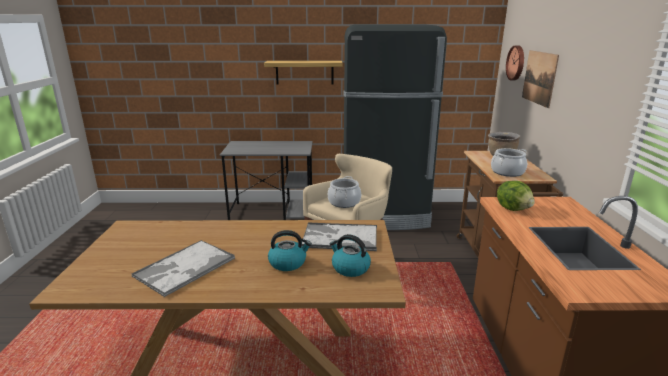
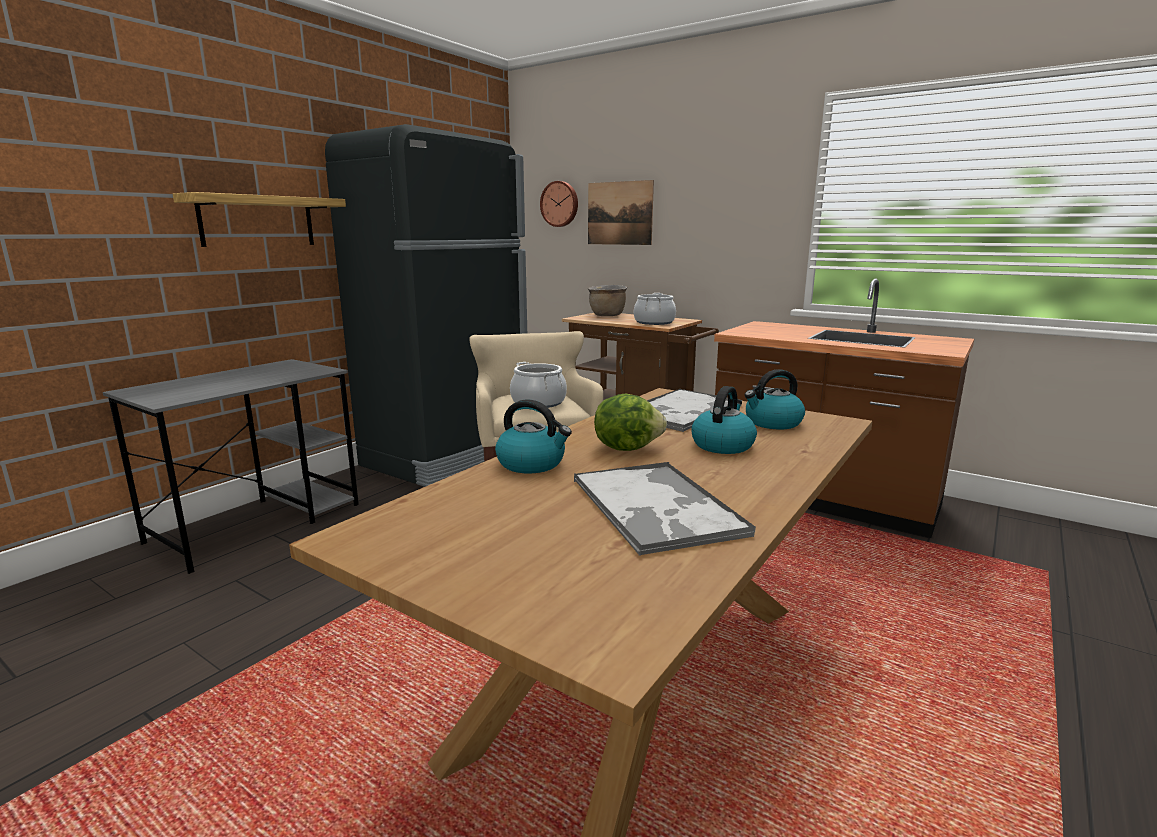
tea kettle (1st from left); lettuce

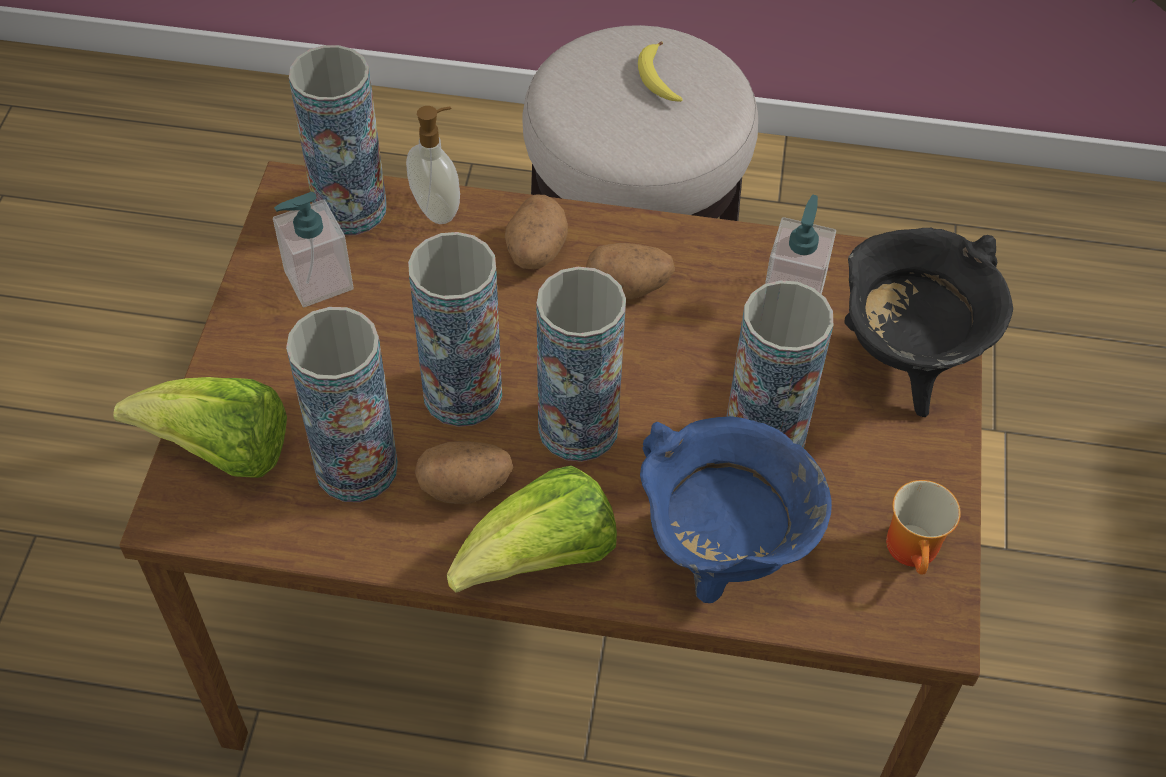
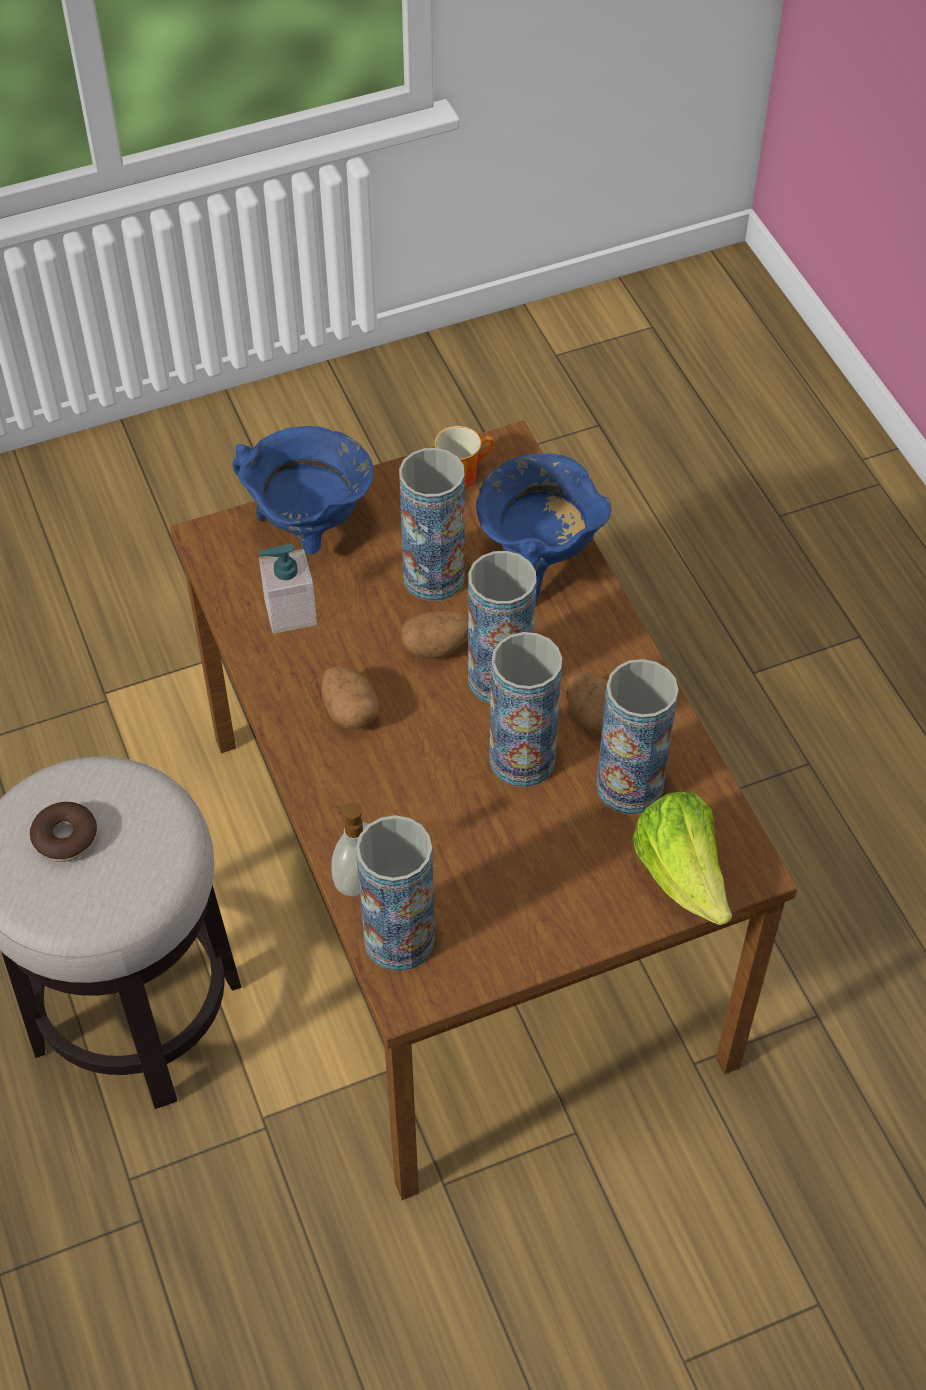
donut; bluish cooking pot (1st from left); potato (2nd from left); soap dispenser (1st from left in the first image); lettuce (2nd from left in the first image)

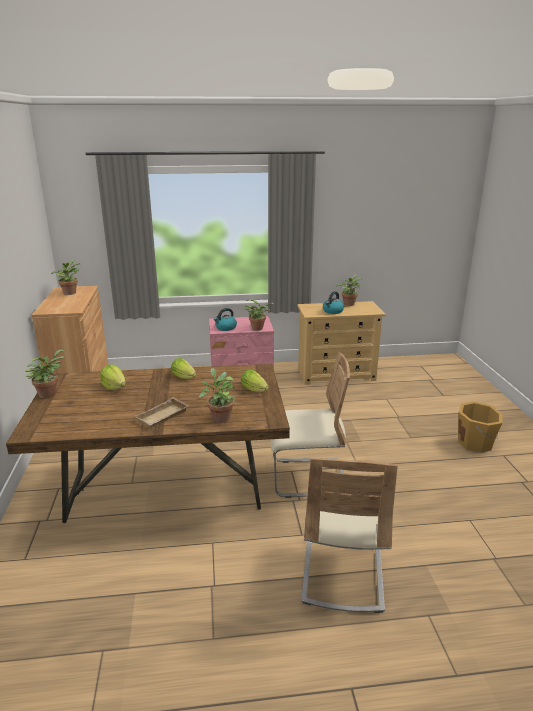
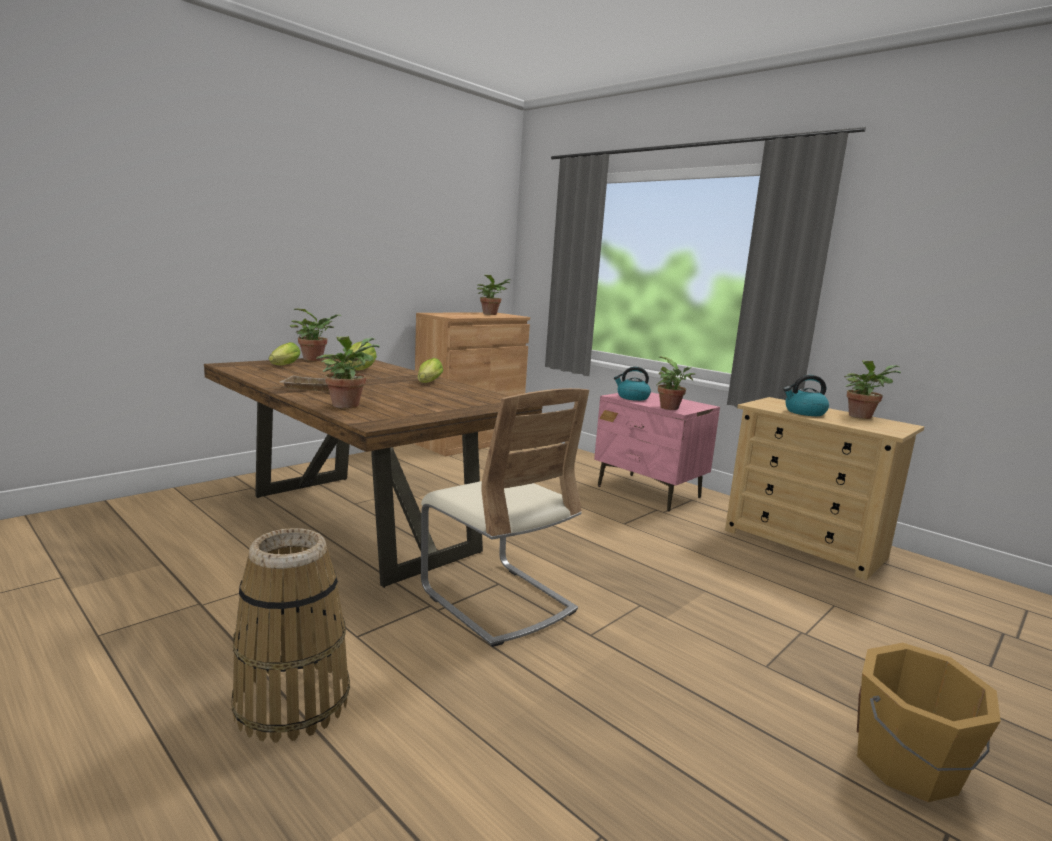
basket; lettuce (1st from left)

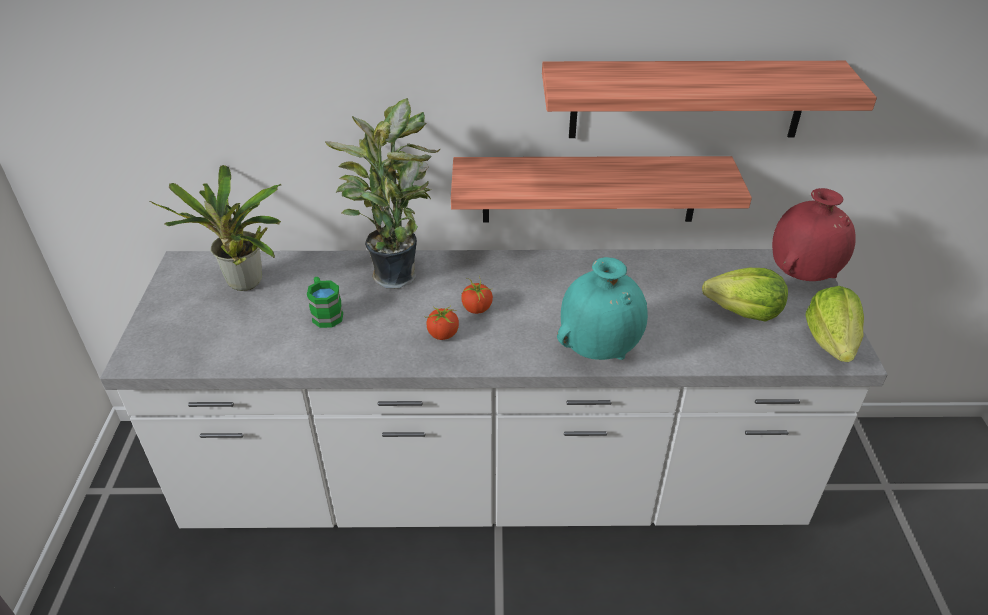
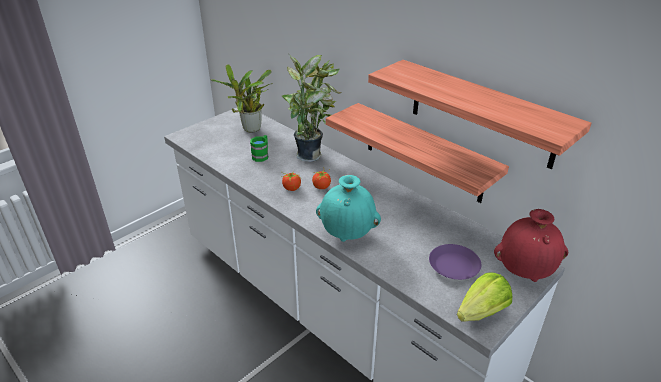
purple flat dish

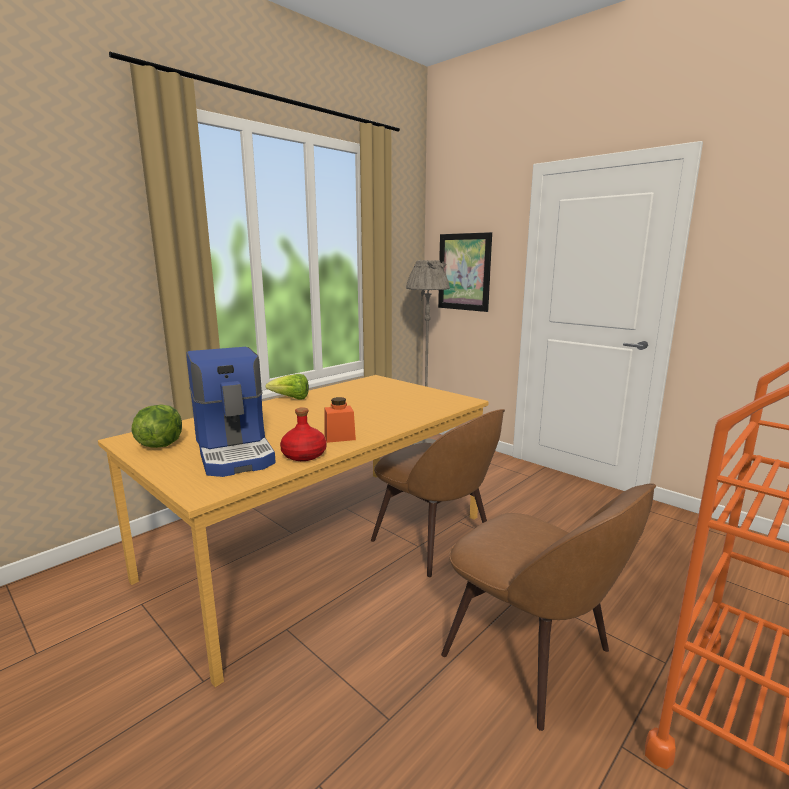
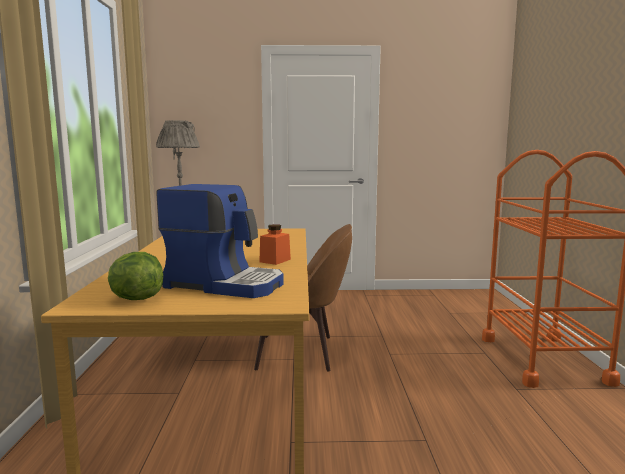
lettuce (2nd from left in the first image); reddish beverage bottle; picture; brownish upright chair (2nd from left in the first image)

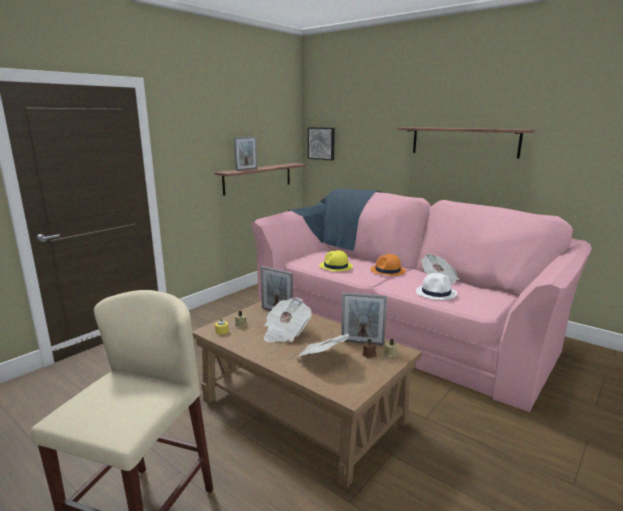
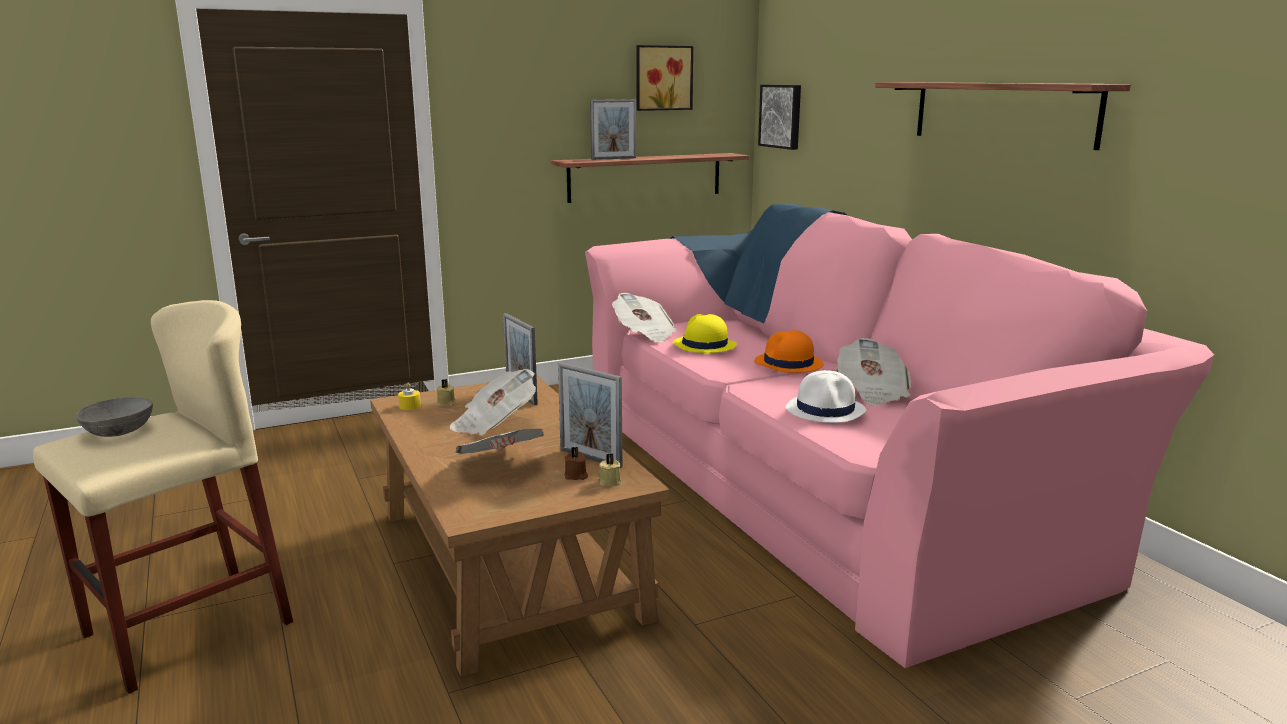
grey bowl; newspaper (3rd from left); picture (1st from left)

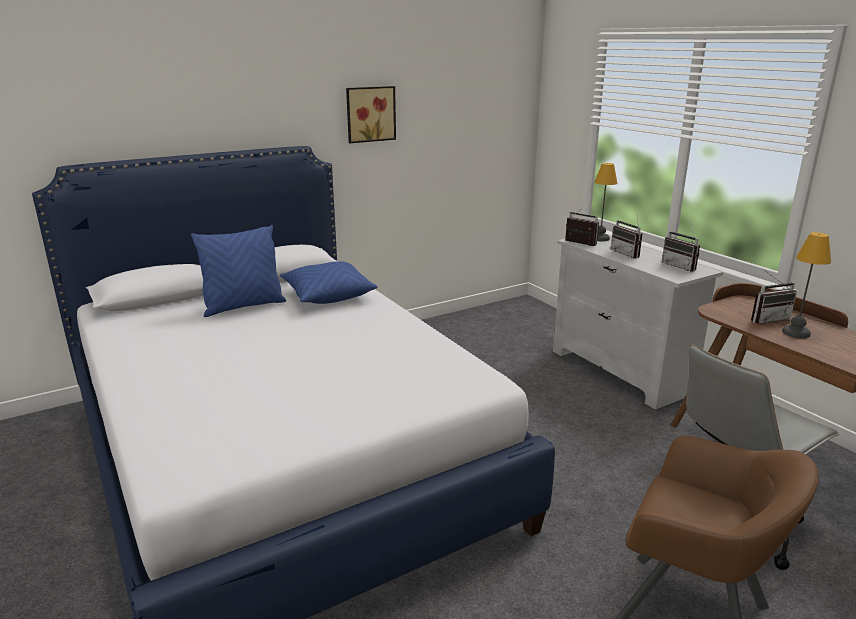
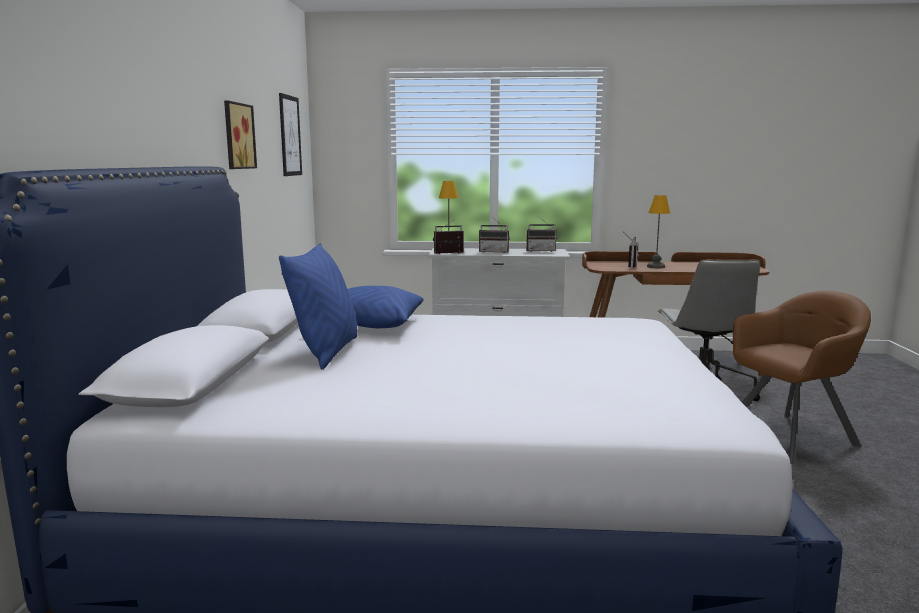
picture (2nd from left)

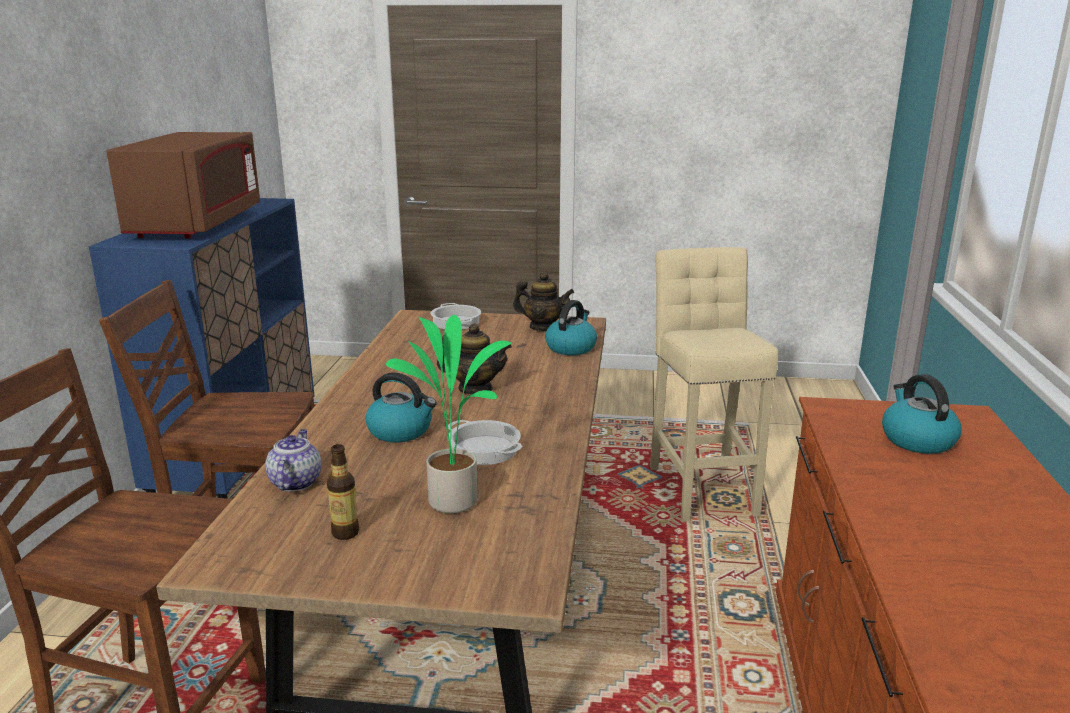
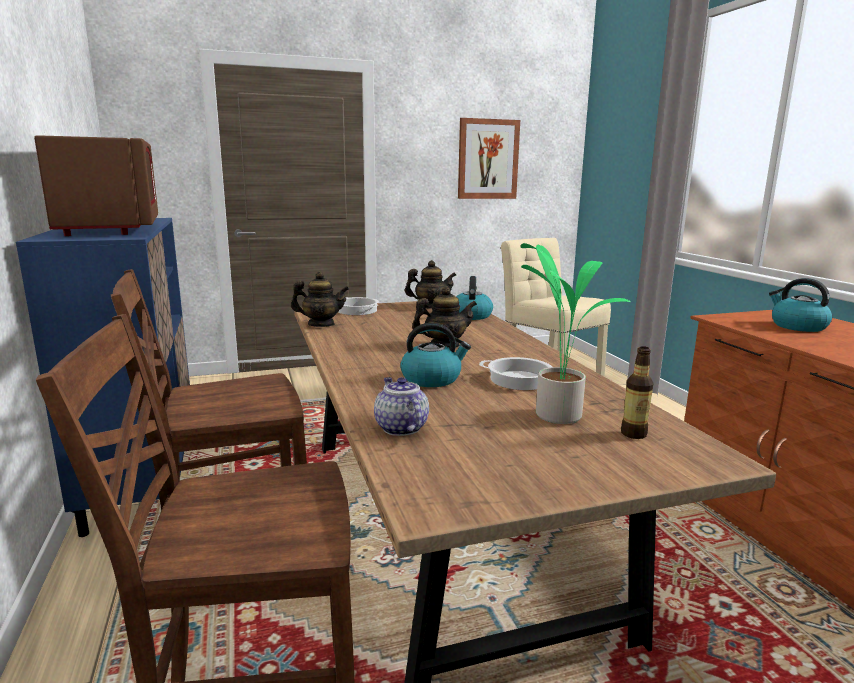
pot for tea (1st from left); picture; beverage bottle

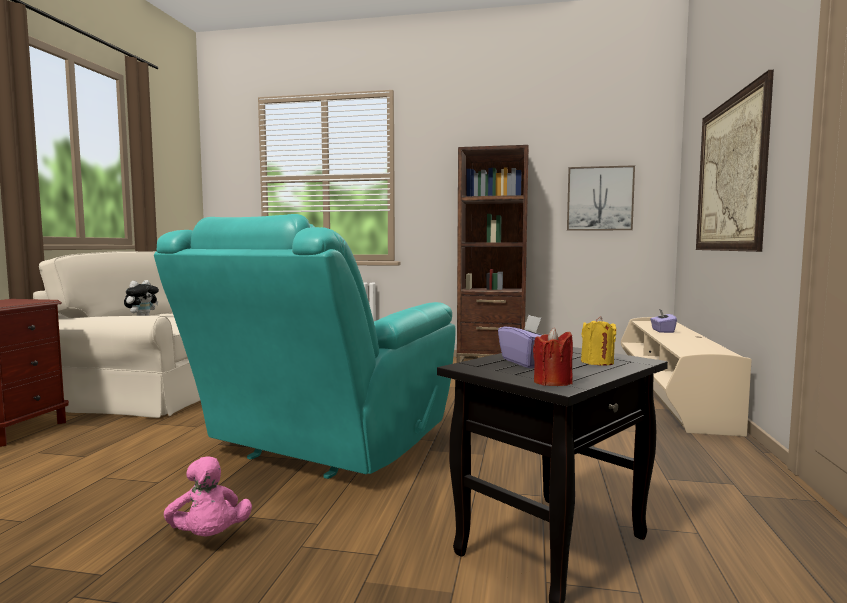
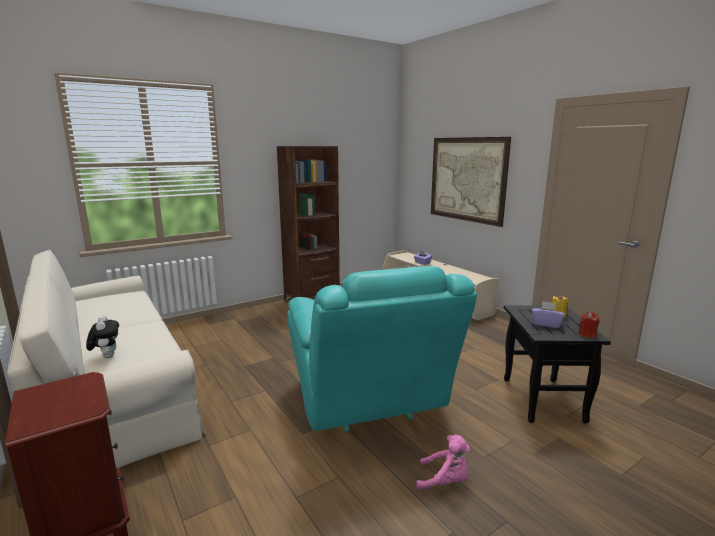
picture (1st from left in the first image)

